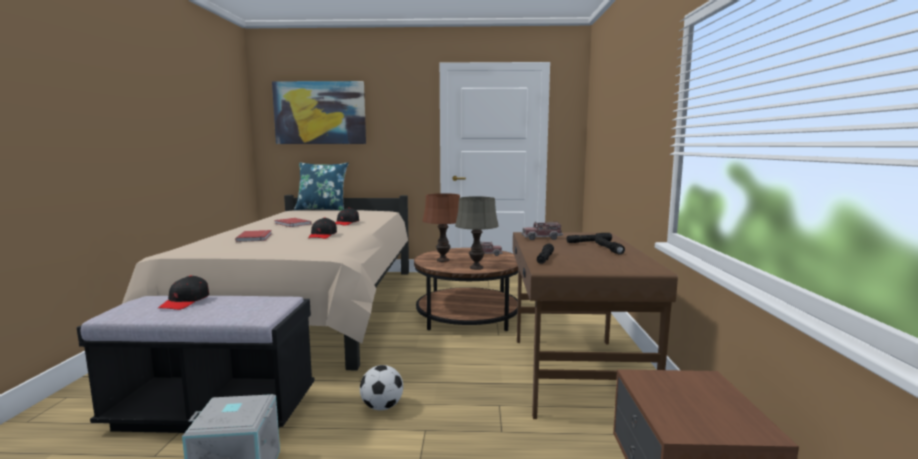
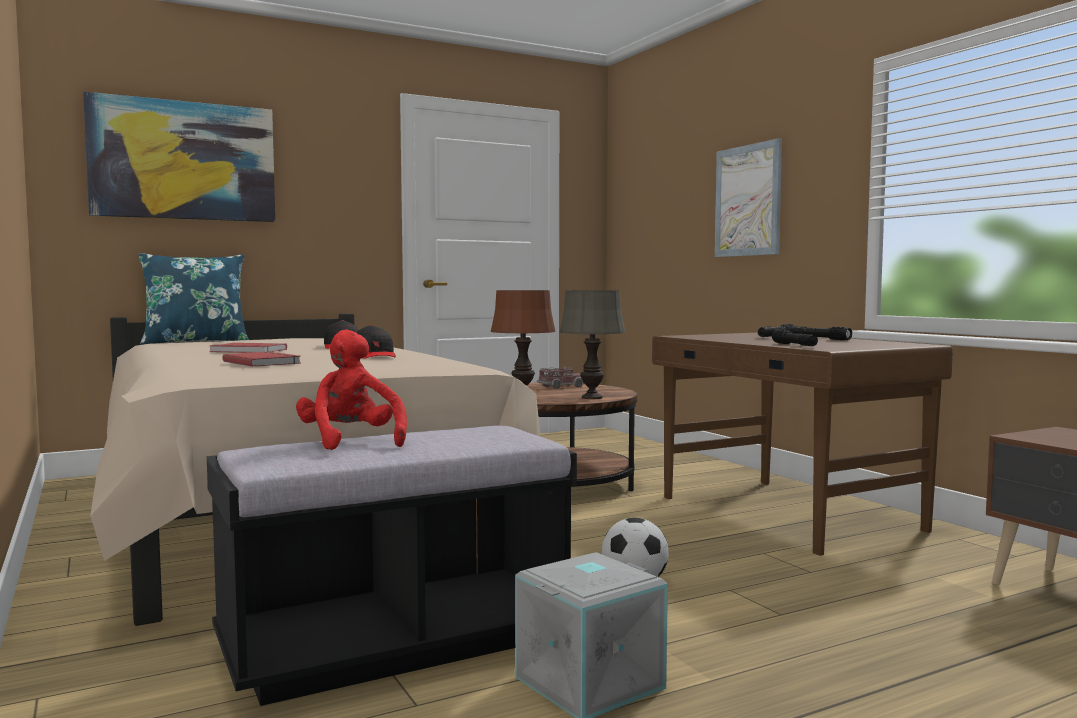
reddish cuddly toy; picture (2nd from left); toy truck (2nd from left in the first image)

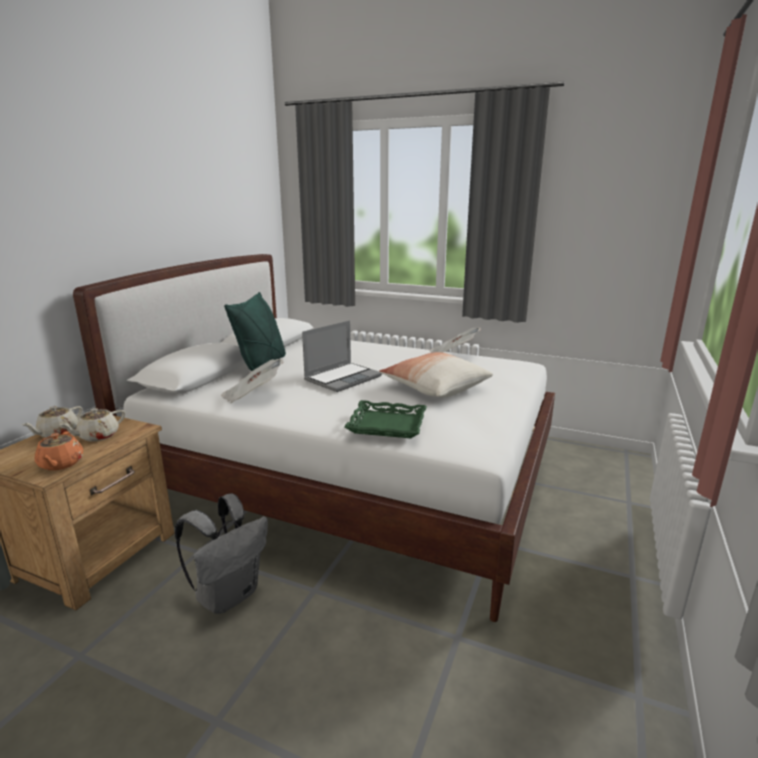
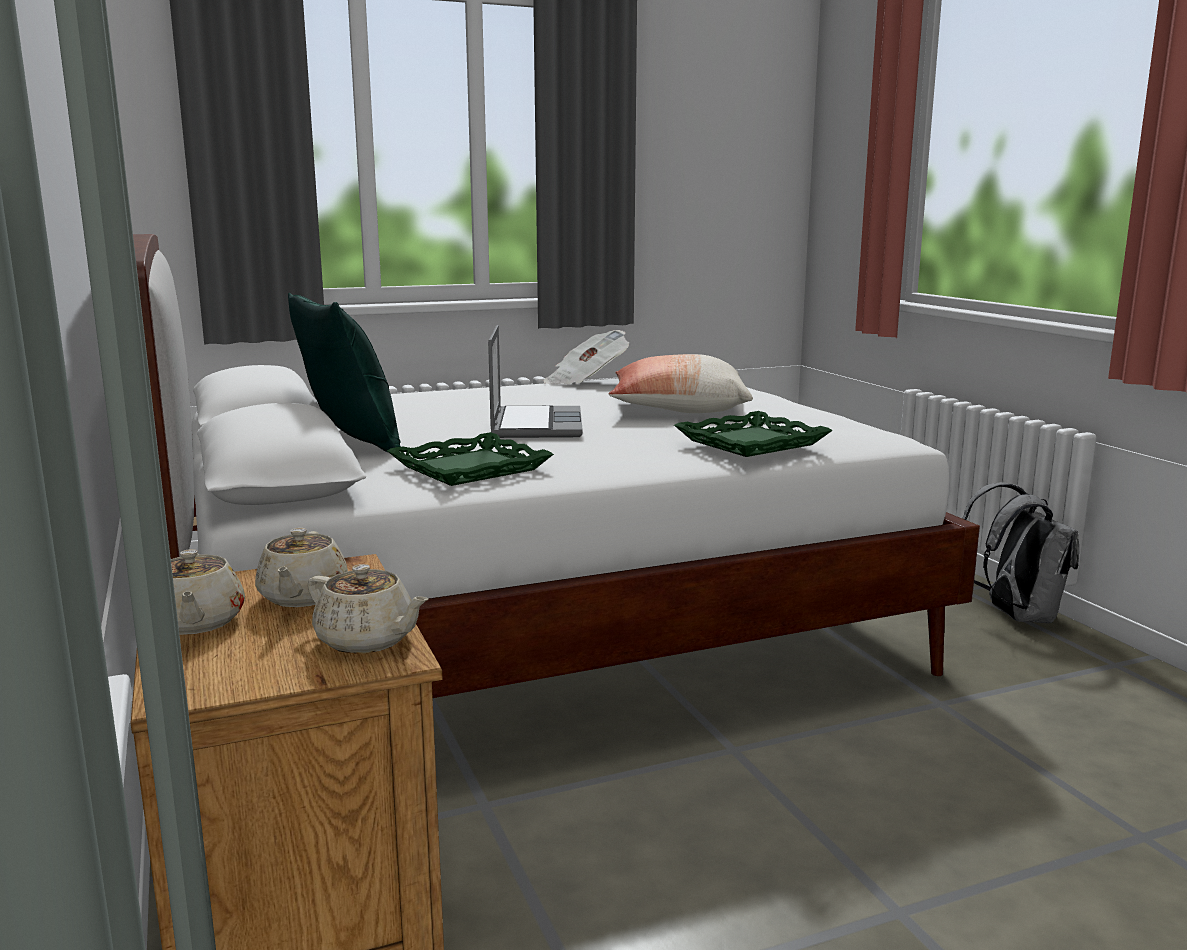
beige-coloured pot for tea (3rd from left); green carrying tray (1st from left); grey backpack

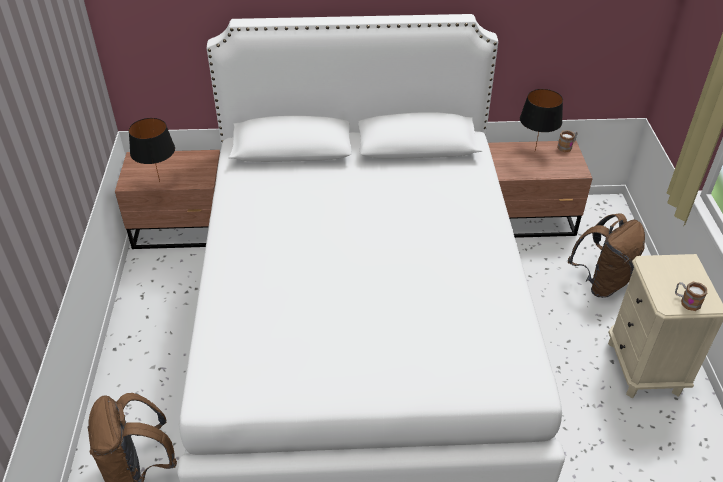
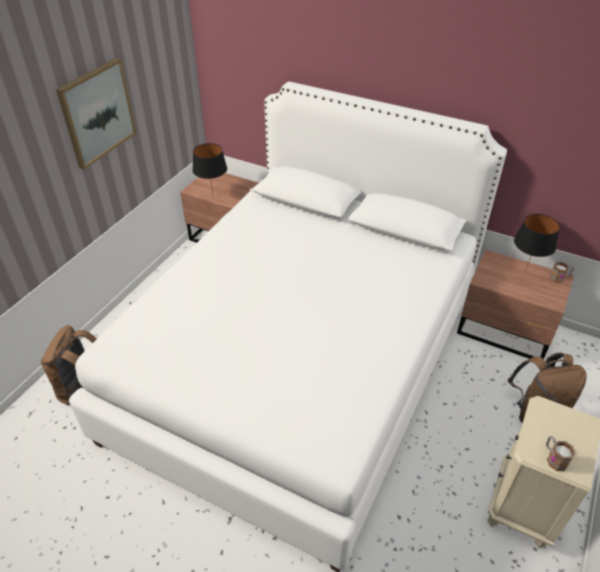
picture

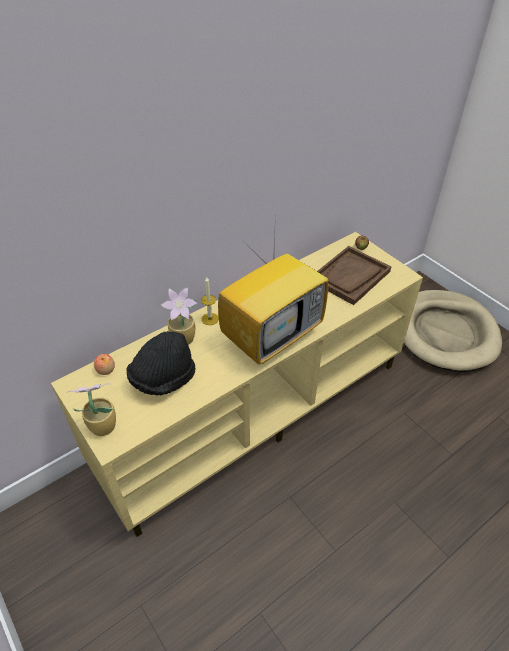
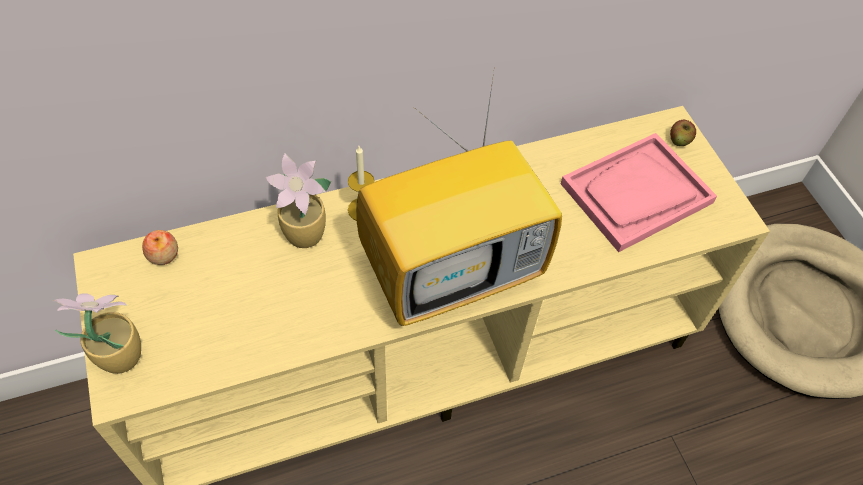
pink carrying tray; black-coloured wearable hat

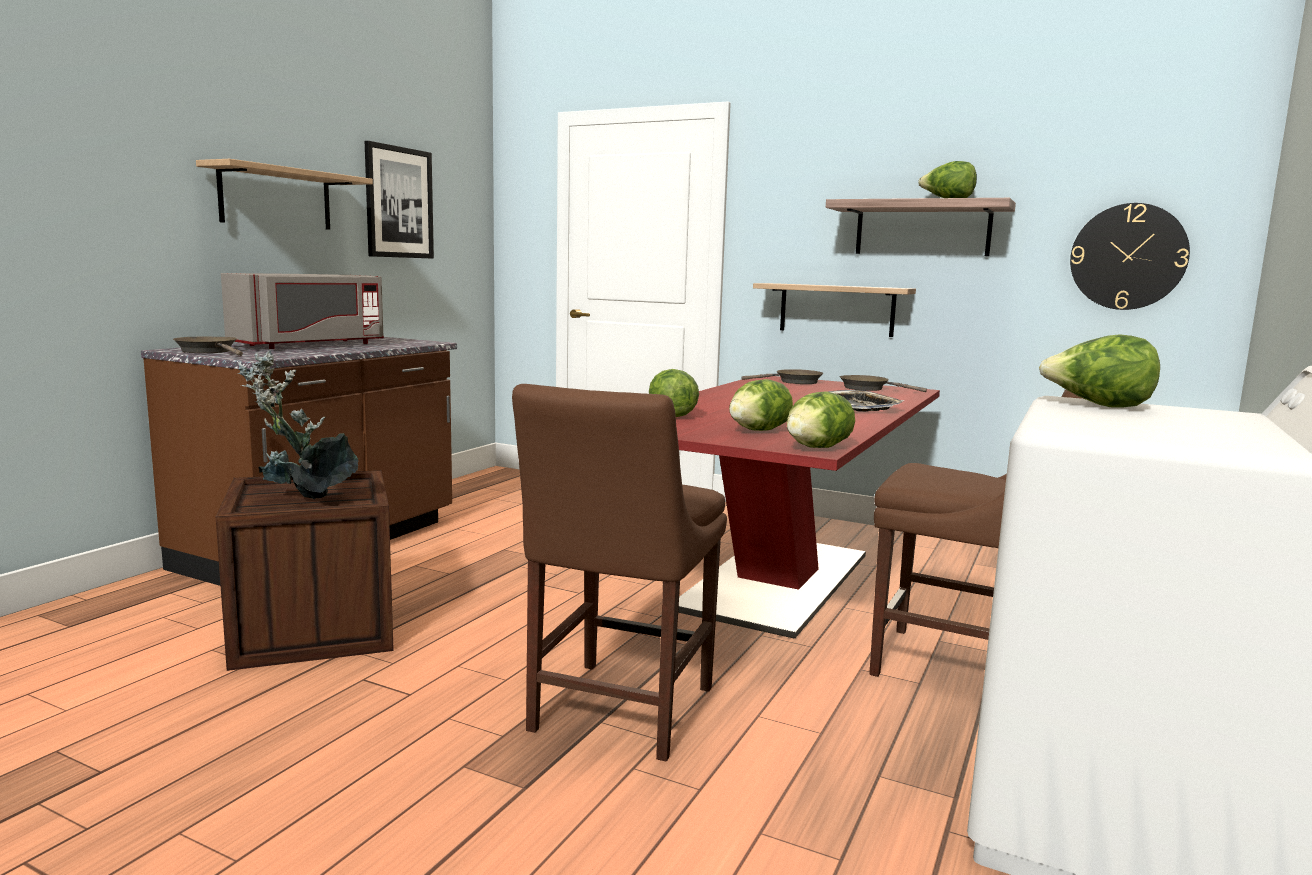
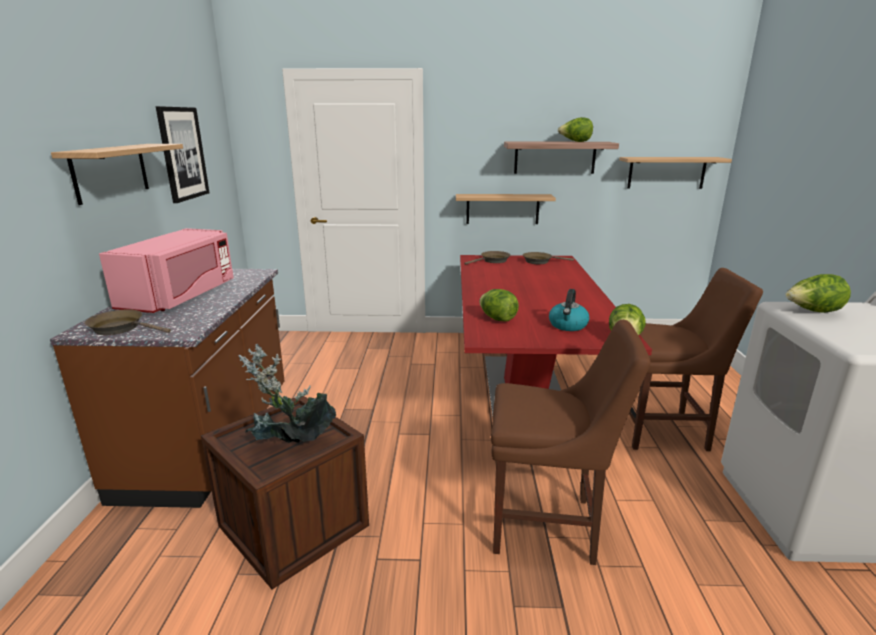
pink kitchen microwave; brownish upright chair (1st from left); tea kettle; bracket shelf (4th from left); carrying tray

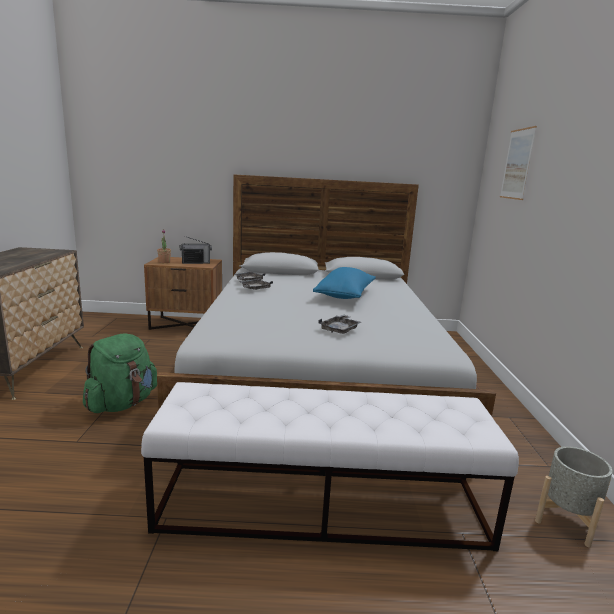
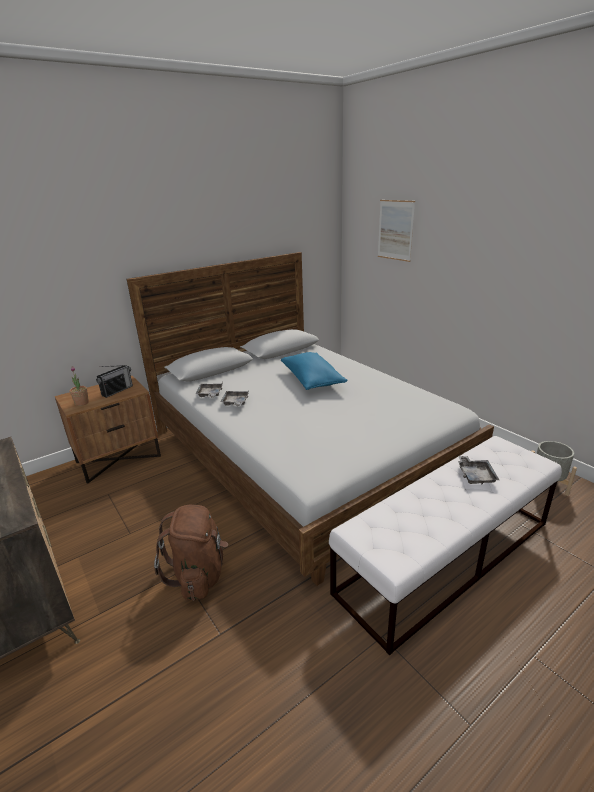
brownish backpack; grey carrying tray (3rd from left)

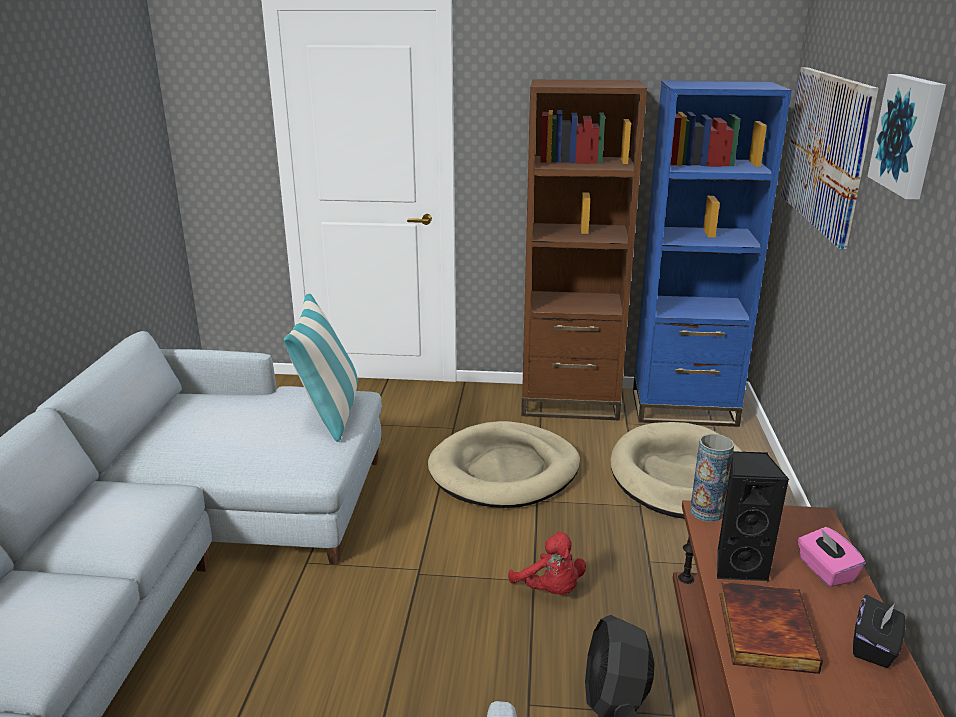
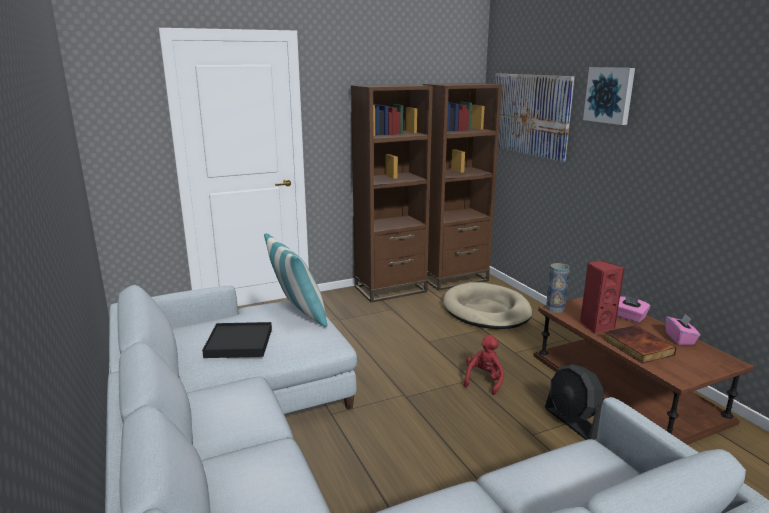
black-coloured carrying tray; brownish bookcase (2nd from left); reddish cuddly toy; reddish speaker; pink tissue box (2nd from left); beige-coloured dog bed (1st from left in the first image)

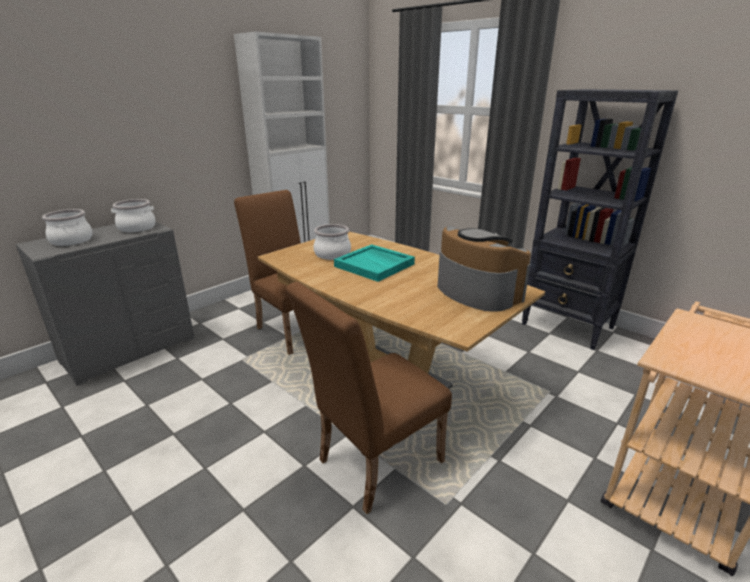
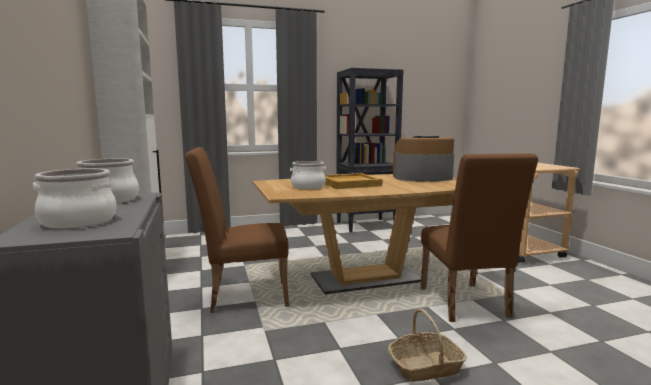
beige-coloured carrying tray; basket

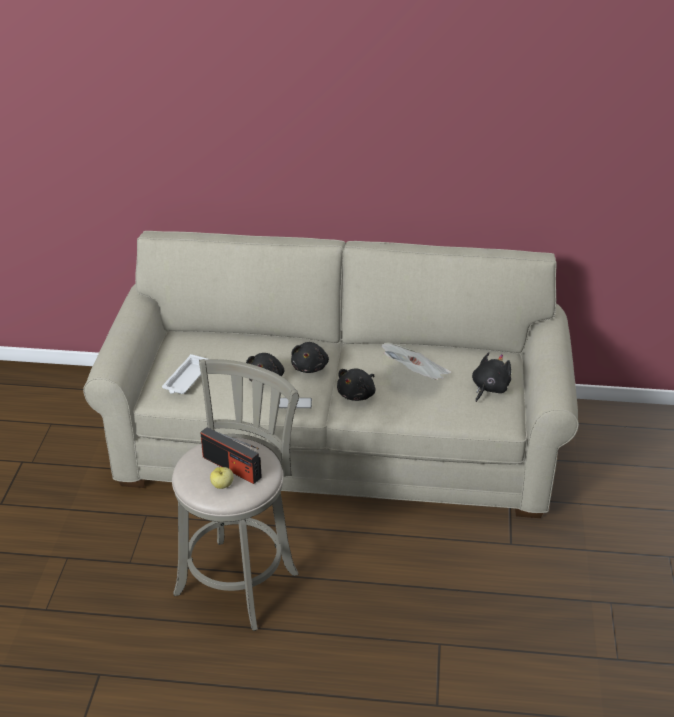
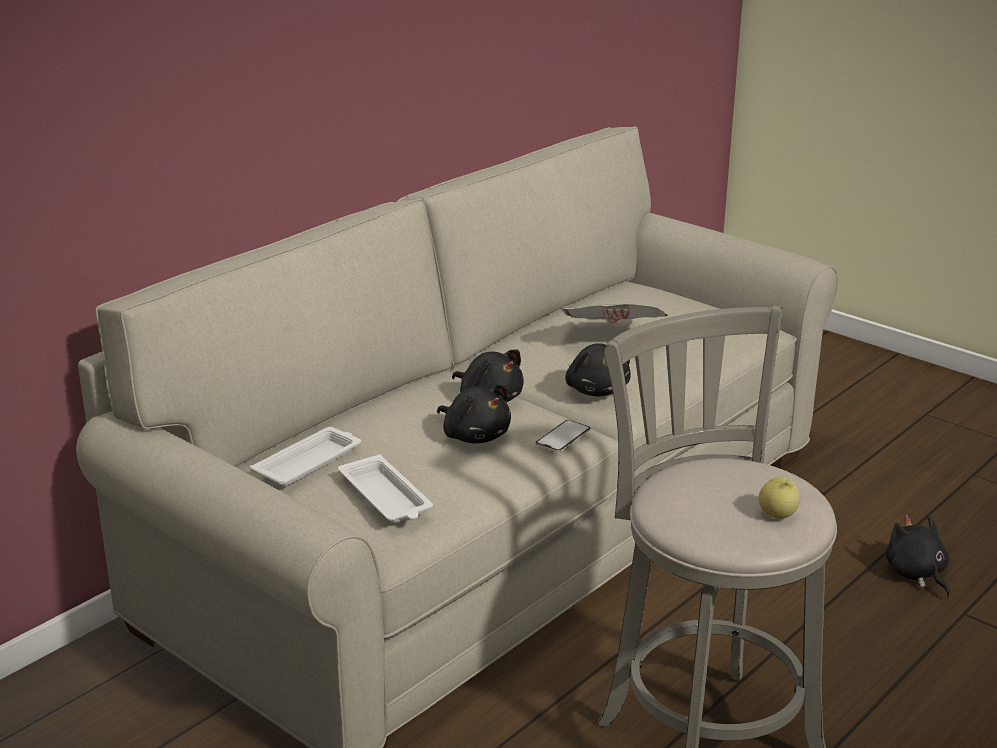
white carrying tray (1st from left); black-coloured cuddly toy (4th from left); radio

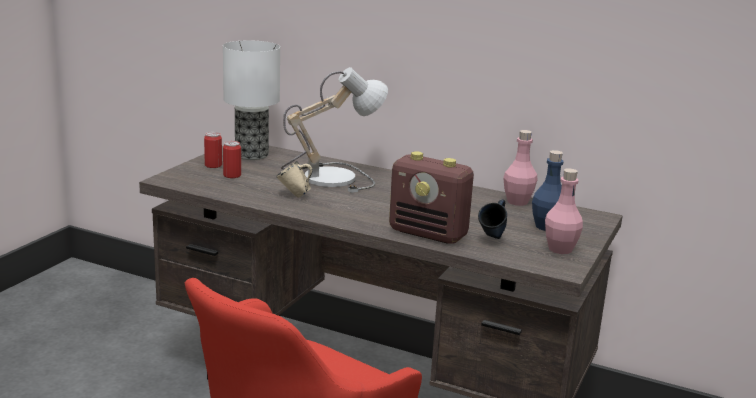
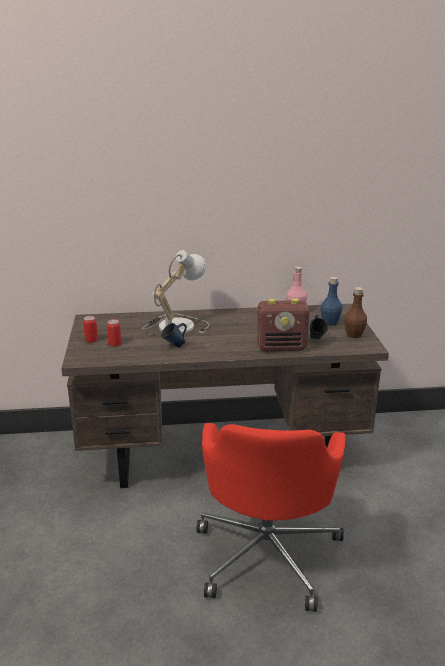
bluish mug (1st from left); brownish beverage bottle; table lamp (1st from left in the first image)

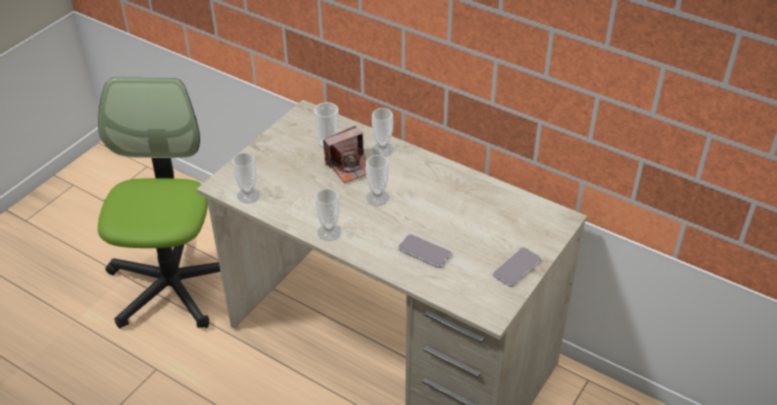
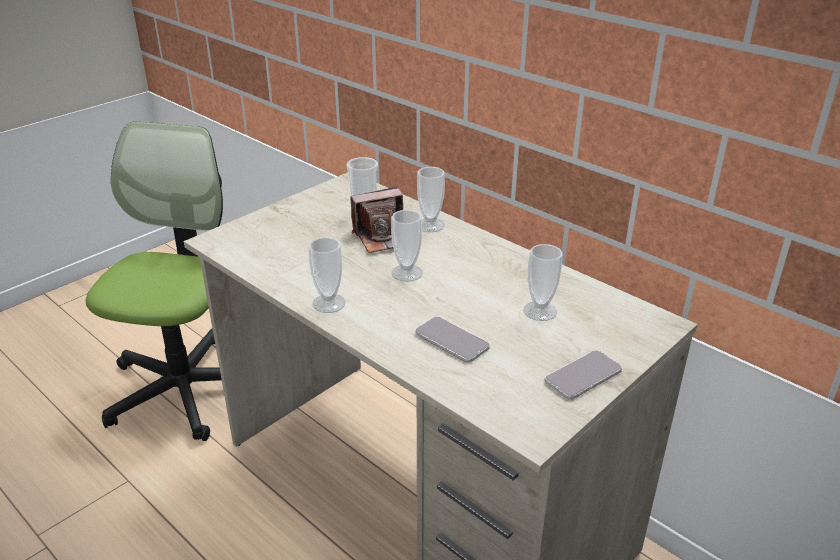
small cup (5th from left)

